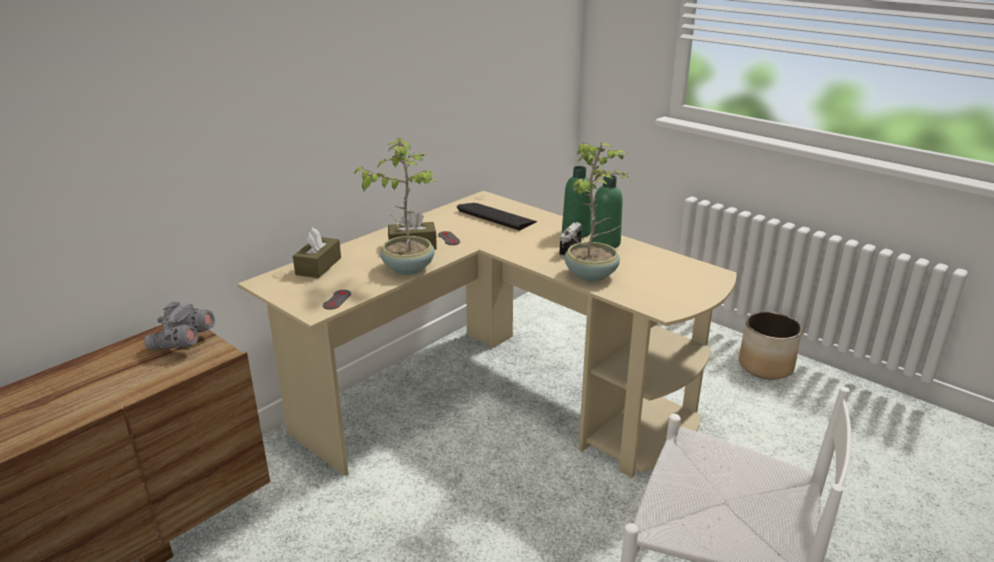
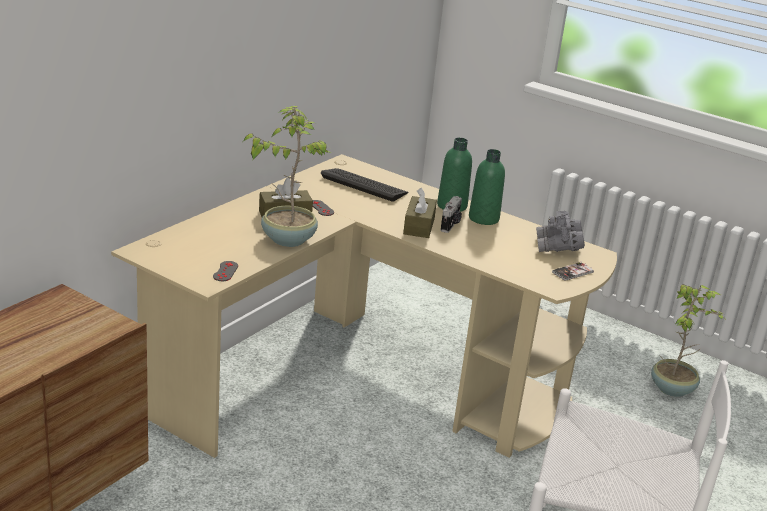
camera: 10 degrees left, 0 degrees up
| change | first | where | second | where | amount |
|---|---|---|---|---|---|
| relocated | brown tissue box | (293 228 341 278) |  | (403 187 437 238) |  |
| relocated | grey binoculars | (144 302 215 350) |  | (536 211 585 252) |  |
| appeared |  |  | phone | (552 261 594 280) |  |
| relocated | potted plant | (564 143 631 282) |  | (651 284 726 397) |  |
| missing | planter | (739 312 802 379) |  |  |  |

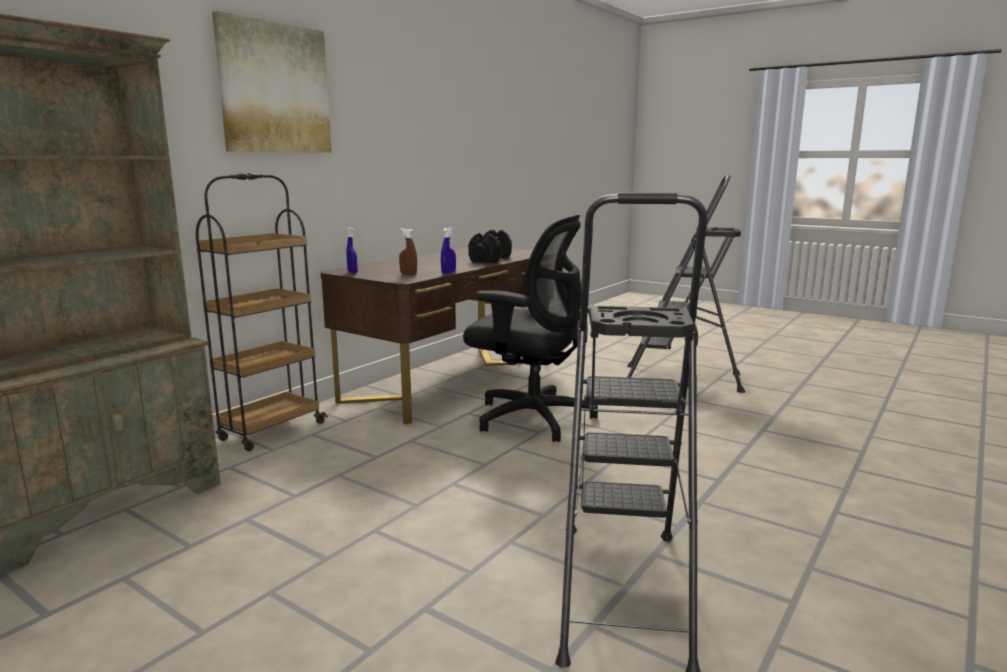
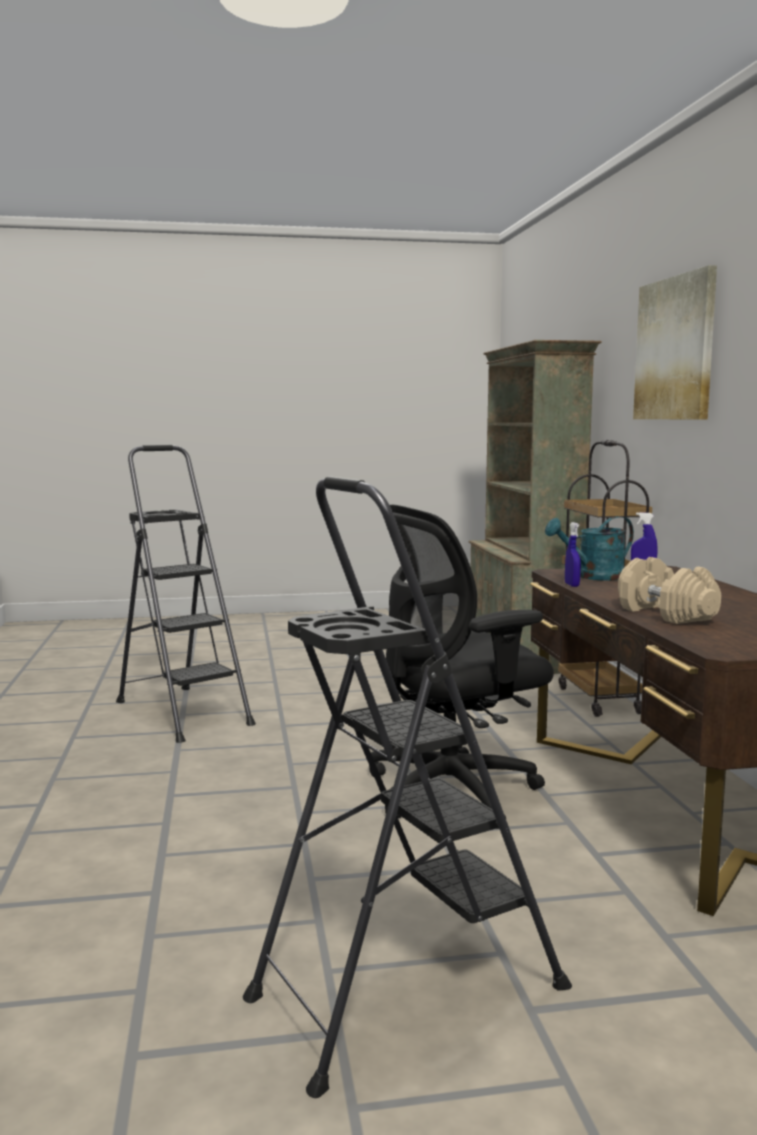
camera: 135 degrees right, 5 degrees down
| change | first | where | second | where | amount |
|---|---|---|---|---|---|
| exchanged | brown spray bottle | (399 228 417 275) | turquoise watering can | (545 516 634 581) |  |
| colour | black dumbbell | (468 230 512 263) | beige dumbbell | (618 557 721 624) |  |

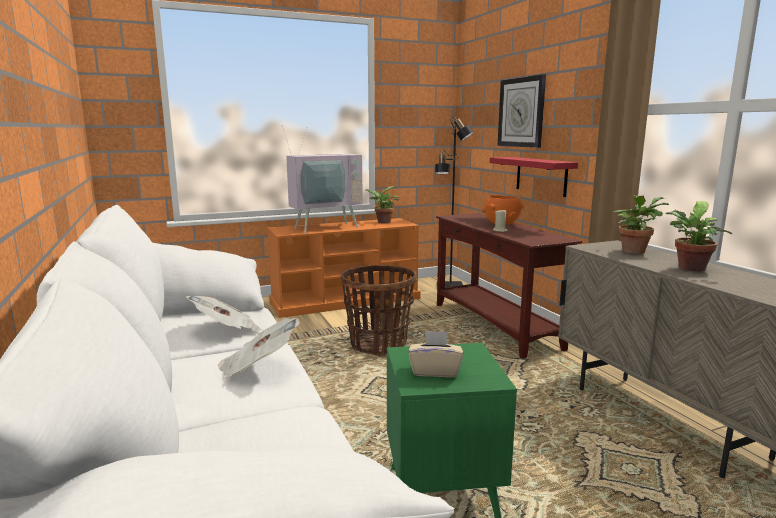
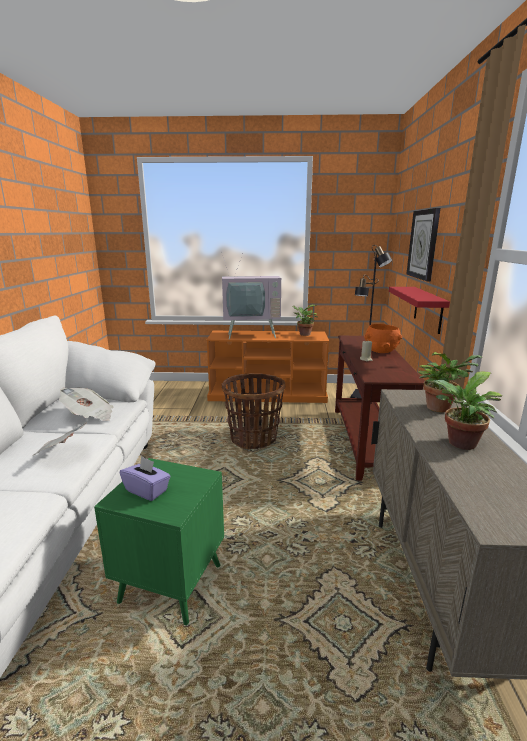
camera: 25 degrees right, 5 degrees up
| change | first | where | second | where | amount |
|---|---|---|---|---|---|
| colour | beige tissue box | (408 330 464 377) | purple tissue box | (120 456 171 501) |  |

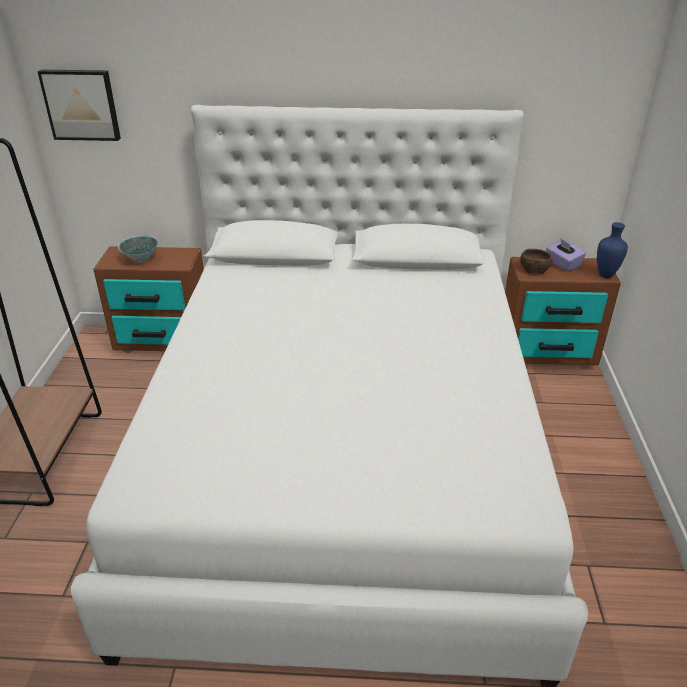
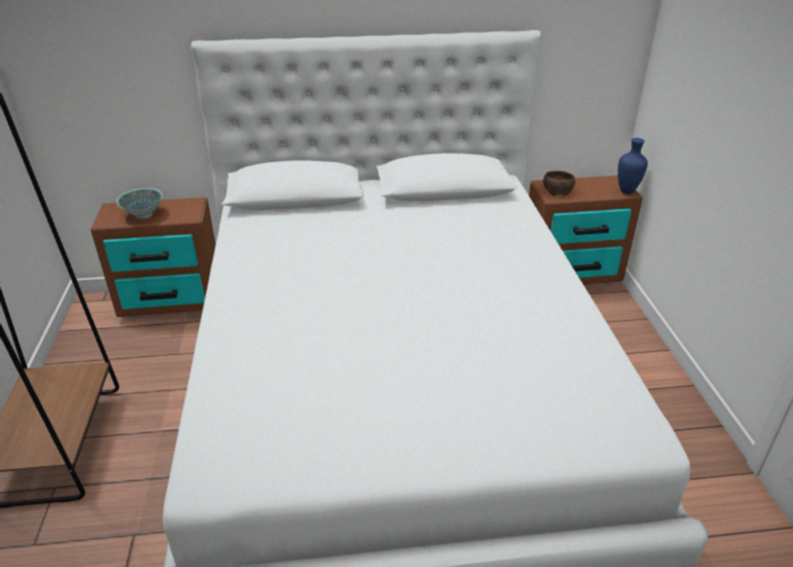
camera: 10 degrees left, 0 degrees up
| change | first | where | second | where | amount |
|---|---|---|---|---|---|
| missing | picture | (37 70 121 141) |  |  |  |
| missing | purple tissue box | (546 238 586 271) |  |  |  |

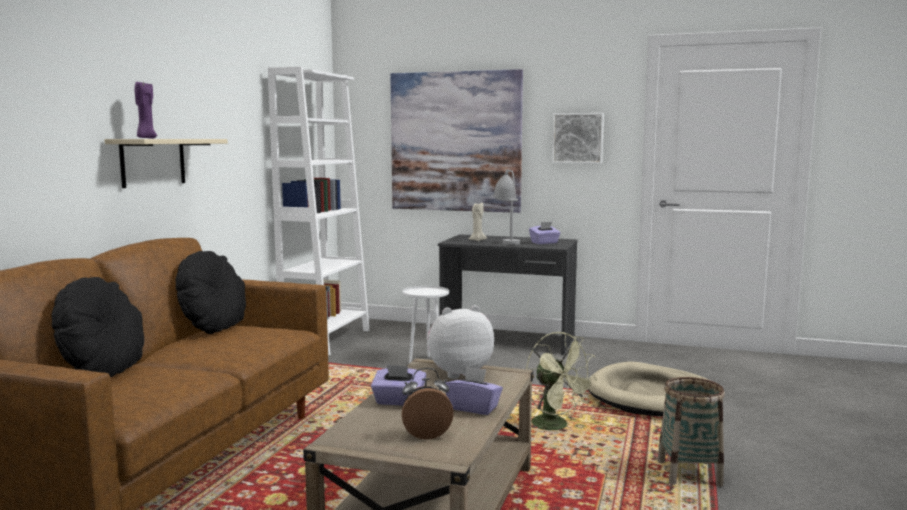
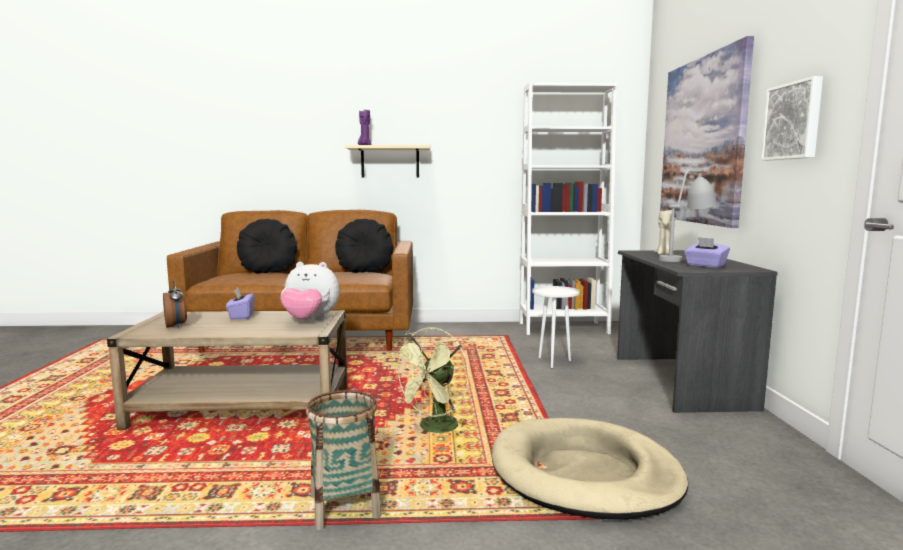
camera: 70 degrees right, 0 degrees up
| change | first | where | second | where | amount |
|---|---|---|---|---|---|
| spun | plush toy | (427 305 494 379) |  | (280 262 339 320) | 135 degrees clockwise |
| missing | purple tissue box | (445 366 503 415) |  |  |  |

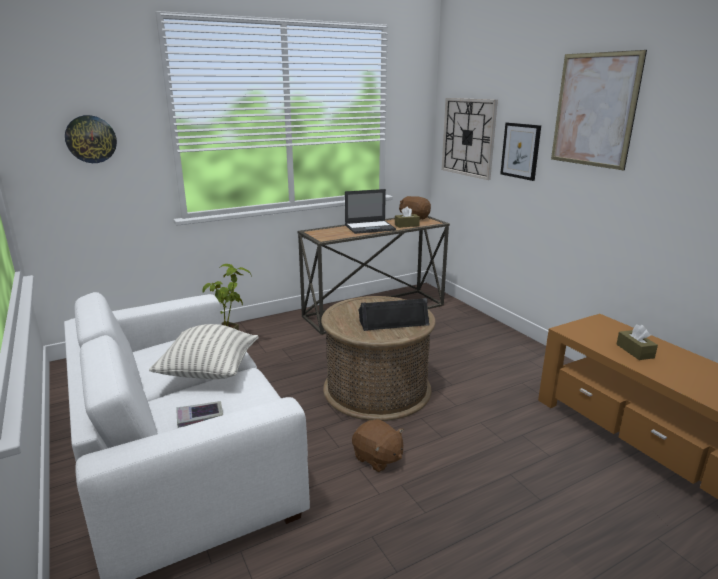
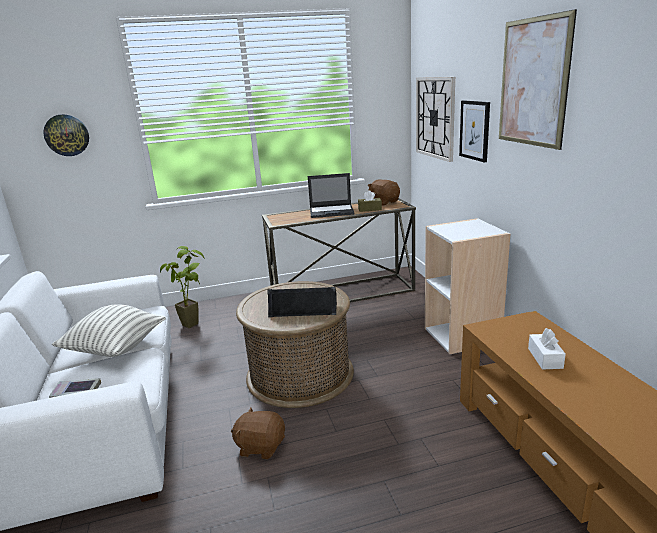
camera: 15 degrees right, 0 degrees up
| change | first | where | second | where | amount |
|---|---|---|---|---|---|
| spun | brown plush toy | (352 419 404 472) |  | (231 407 285 460) | 135 degrees clockwise |
| appeared |  |  | bookcase | (425 218 510 354) |  |
| colour | brown tissue box | (617 324 658 360) | white tissue box | (528 328 566 370) |  |

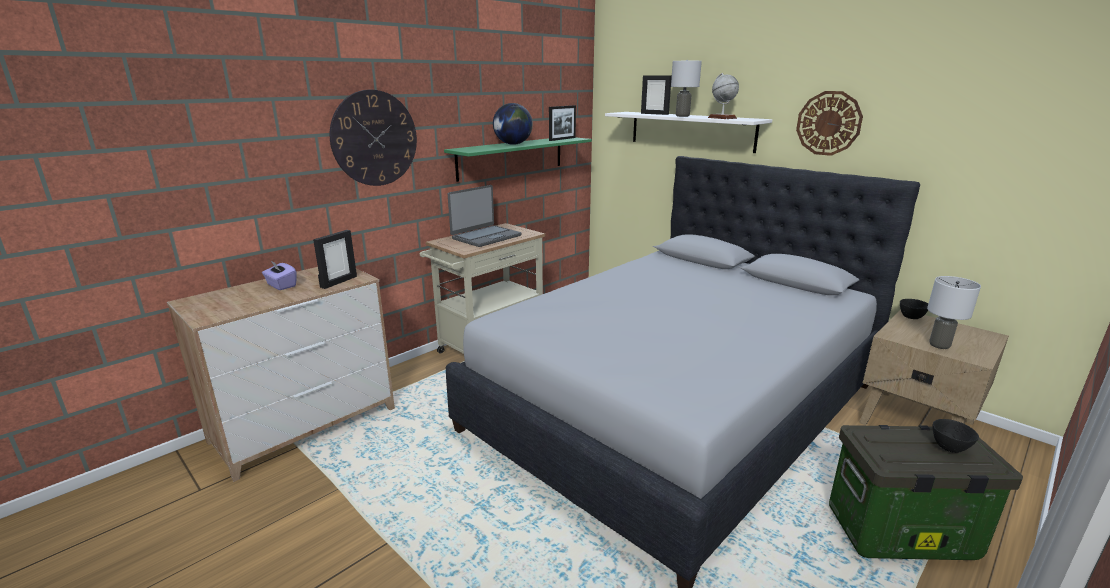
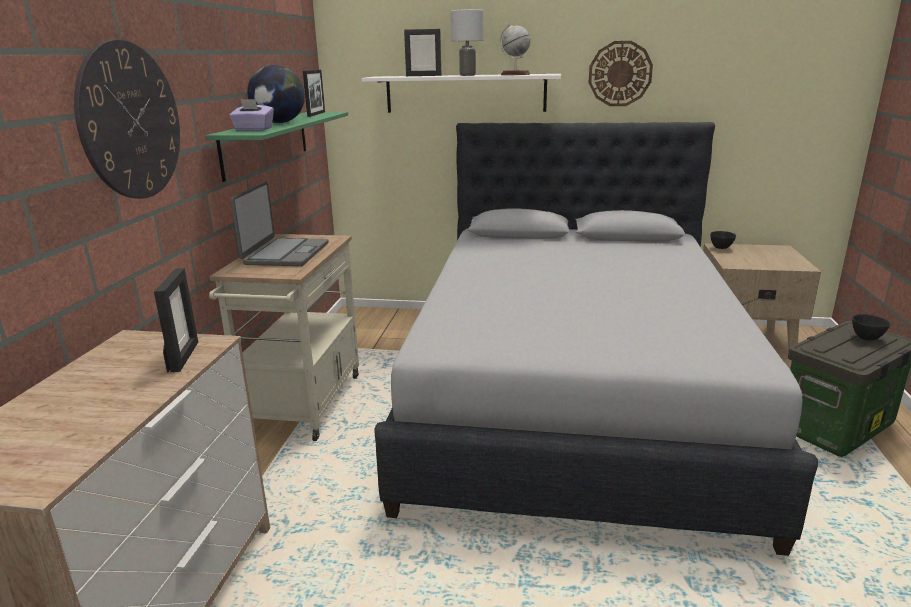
camera: 35 degrees left, 0 degrees up
| change | first | where | second | where | amount |
|---|---|---|---|---|---|
| relocated | purple tissue box | (262 261 297 290) |  | (229 99 274 131) |  |
| missing | white table lamp | (927 276 981 349) |  |  |  |

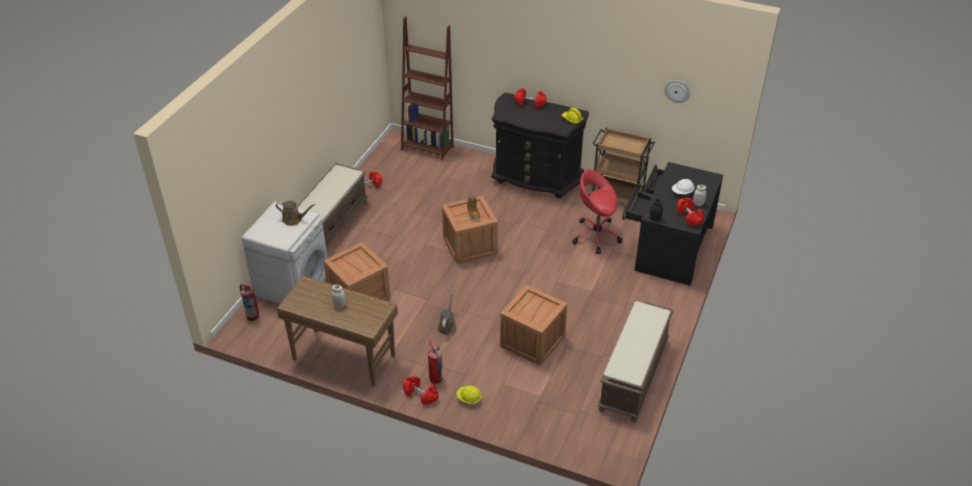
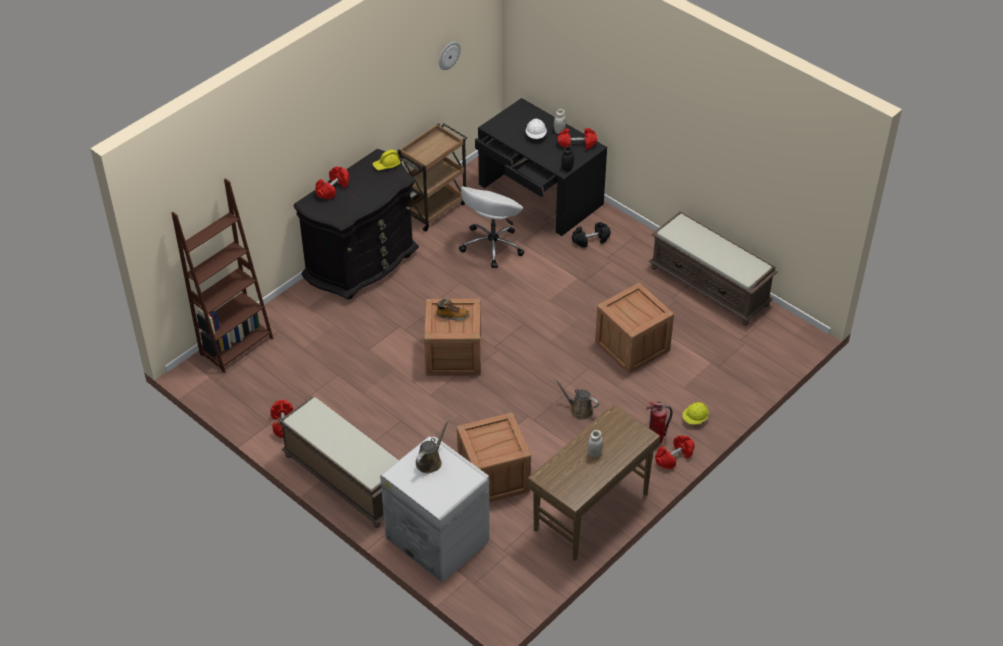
camera: 70 degrees left, 5 degrees up
| change | first | where | second | where | amount |
|---|---|---|---|---|---|
| colour | red office chair | (572 169 622 254) | white office chair | (459 186 524 268) |  |
| appeared |  |  | black dumbbell | (572 222 611 248) |  |
| missing | fire extinguisher | (240 284 259 321) |  |  |  |

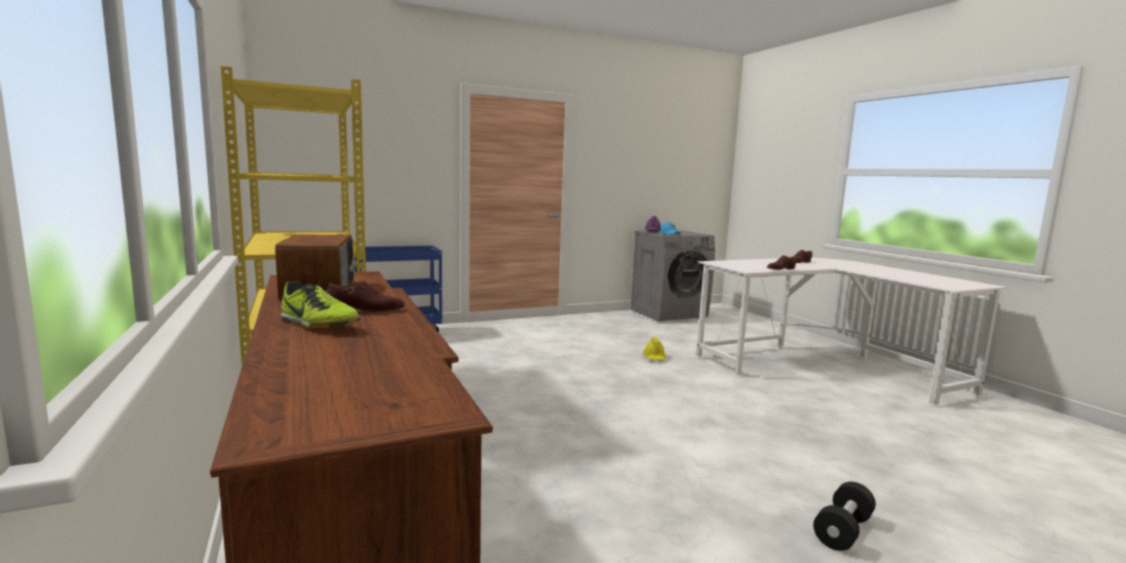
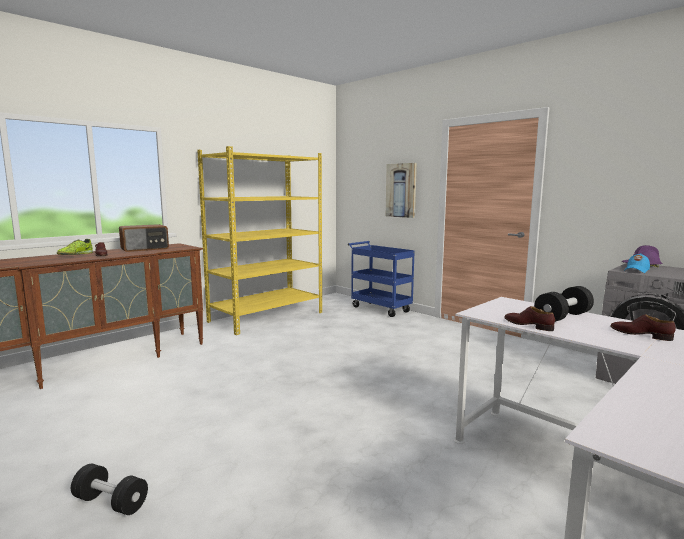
camera: 70 degrees right, 0 degrees up
| change | first | where | second | where | amount |
|---|---|---|---|---|---|
| appeared |  |  | picture | (386 163 417 218) |  |
| appeared |  |  | black dumbbell | (534 286 594 322) |  |
| missing | yellow hard hat | (643 337 666 360) |  |  |  |

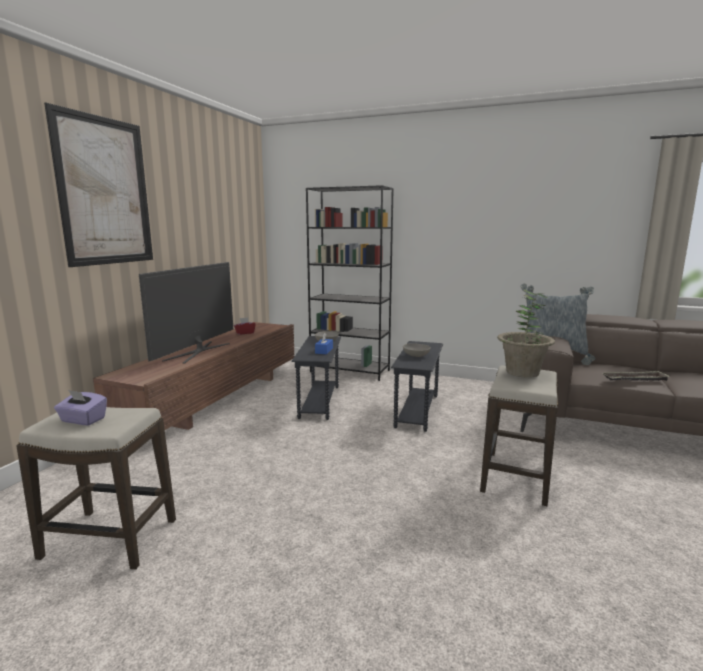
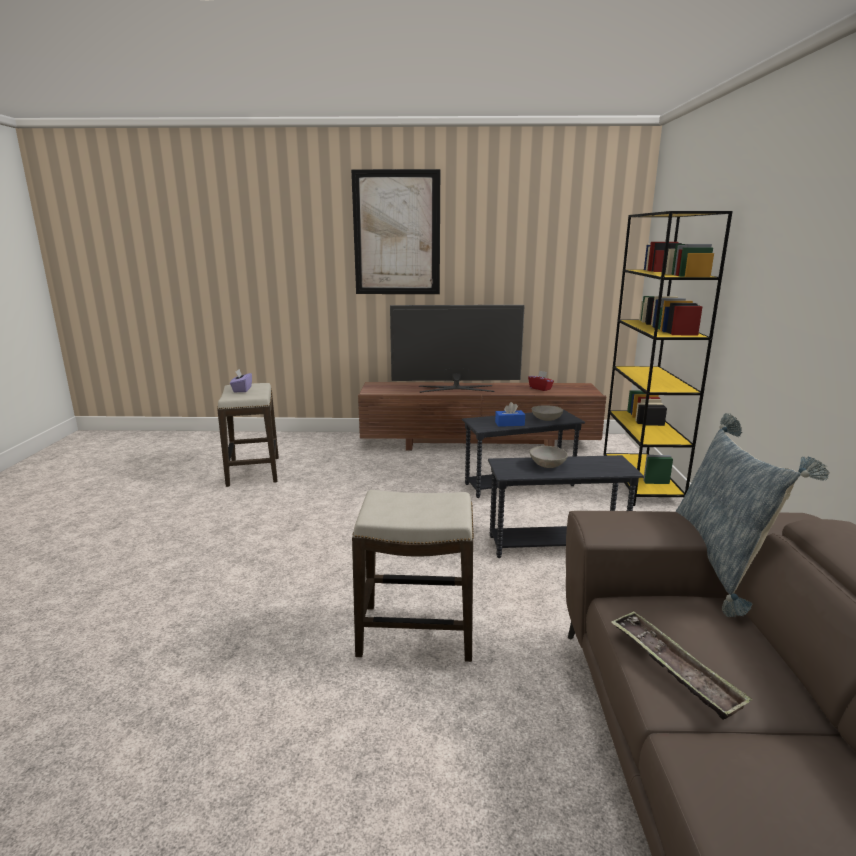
camera: 70 degrees right, 5 degrees up
| change | first | where | second | where | amount |
|---|---|---|---|---|---|
| colour | grey bookcase | (306 185 394 381) | yellow bookcase | (603 211 733 506) |  |
| missing | potted plant | (497 289 555 378) |  |  |  |

